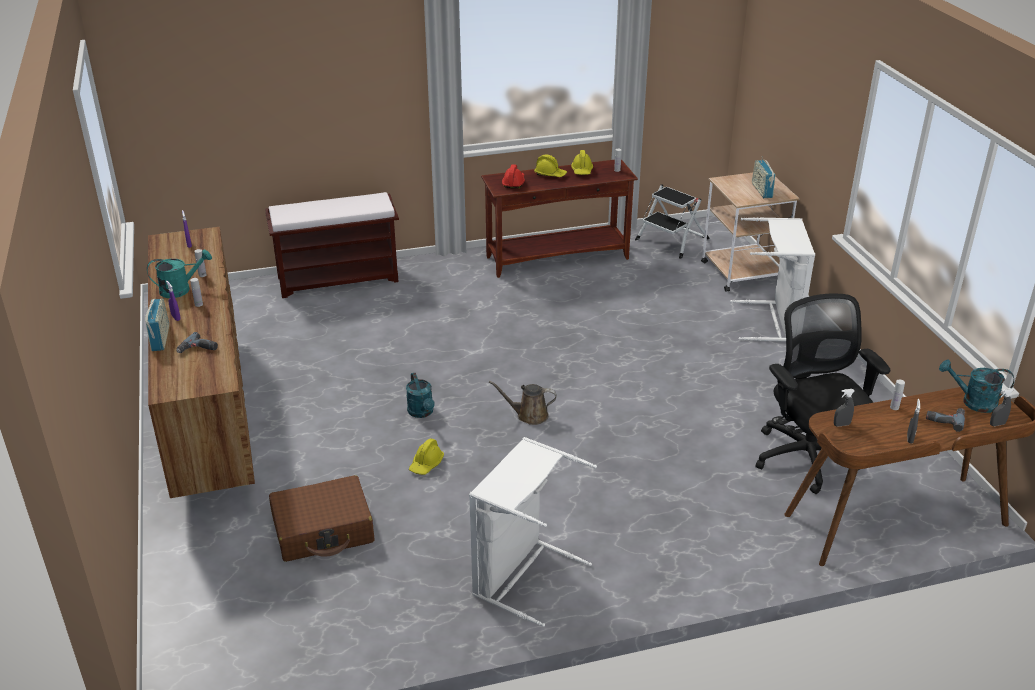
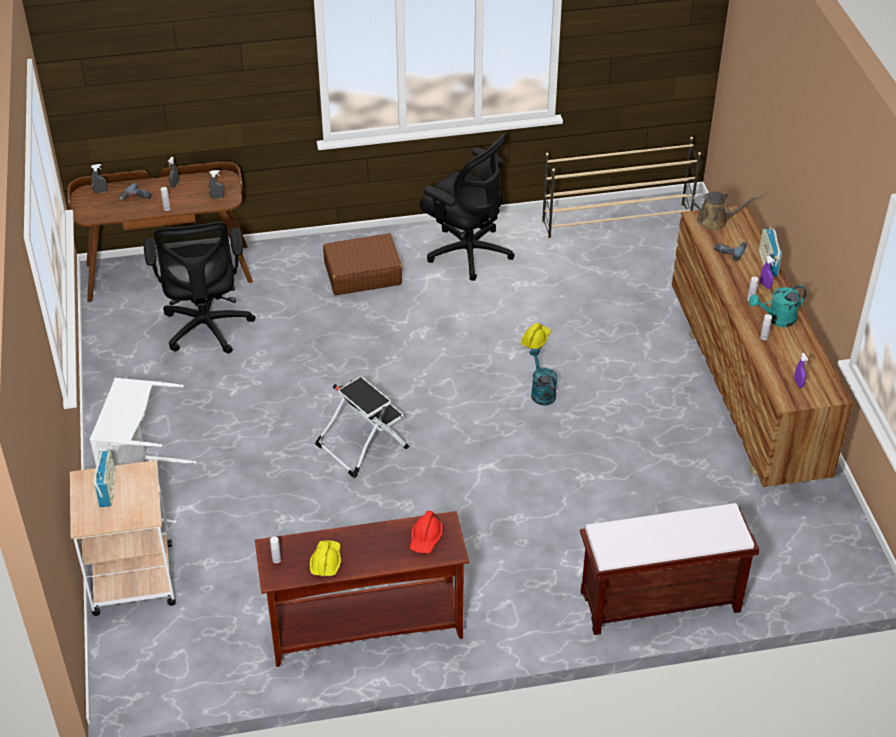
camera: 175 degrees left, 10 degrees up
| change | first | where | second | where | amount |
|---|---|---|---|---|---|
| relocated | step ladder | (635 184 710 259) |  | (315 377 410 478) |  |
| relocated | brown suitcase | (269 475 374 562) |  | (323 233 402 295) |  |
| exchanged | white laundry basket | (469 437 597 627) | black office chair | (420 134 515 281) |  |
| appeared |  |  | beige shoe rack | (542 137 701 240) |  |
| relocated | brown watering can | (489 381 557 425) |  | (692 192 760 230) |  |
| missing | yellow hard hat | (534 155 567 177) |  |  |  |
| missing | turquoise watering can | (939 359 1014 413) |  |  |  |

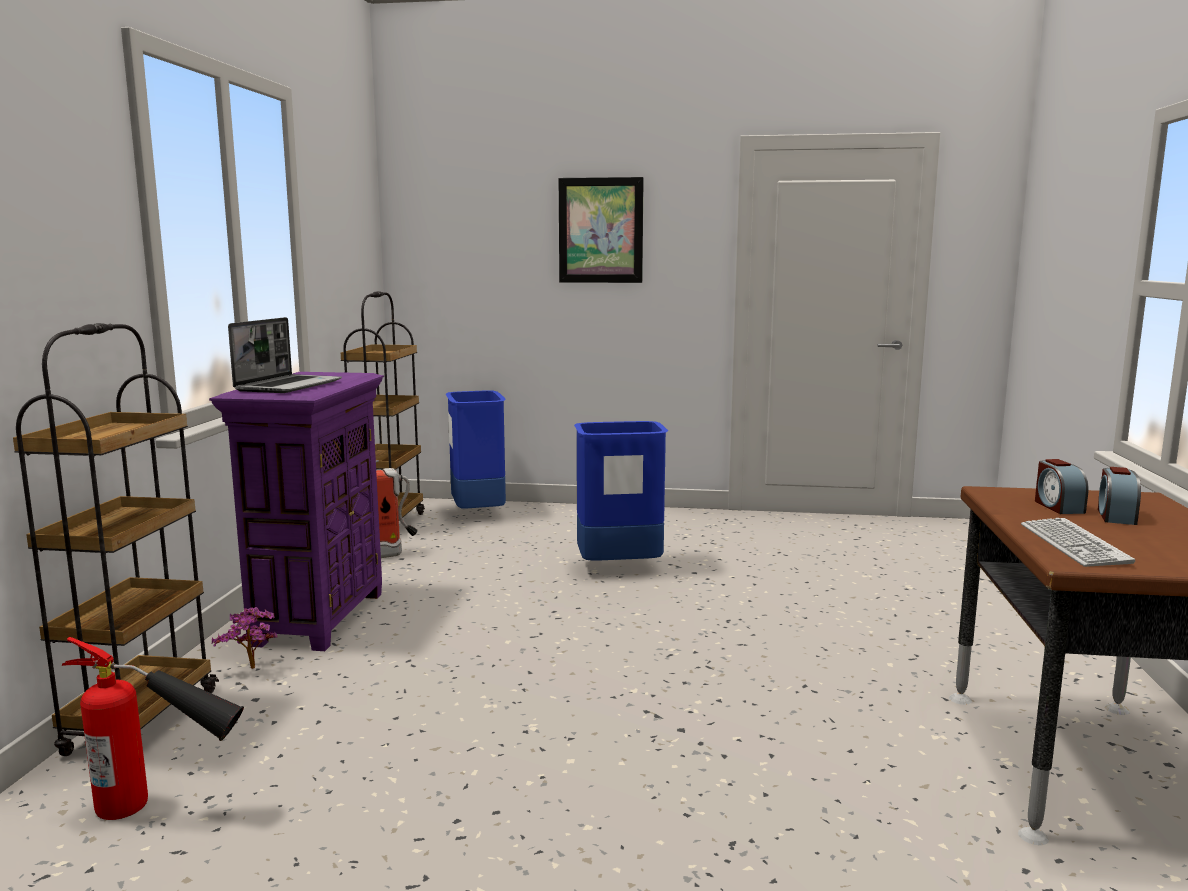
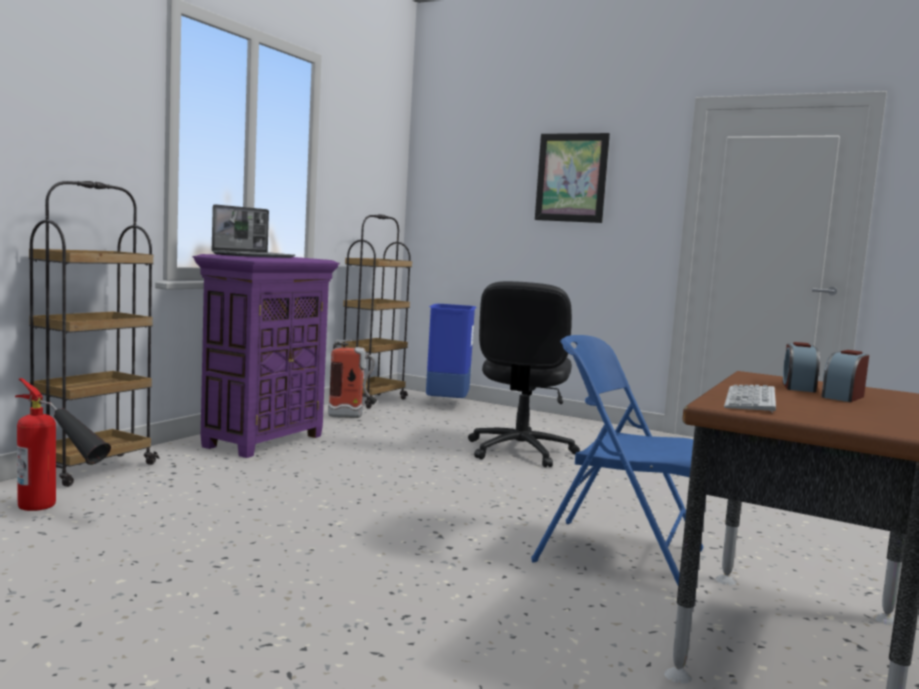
camera: 20 degrees right, 5 degrees down
| change | first | where | second | where | amount |
|---|---|---|---|---|---|
| exchanged | blue trash can | (574 421 668 560) | black office chair | (468 281 580 467) |  |
| appeared |  |  | blue chair | (531 335 704 585) |  |
| missing | potted plant | (211 607 277 669) |  |  |  |

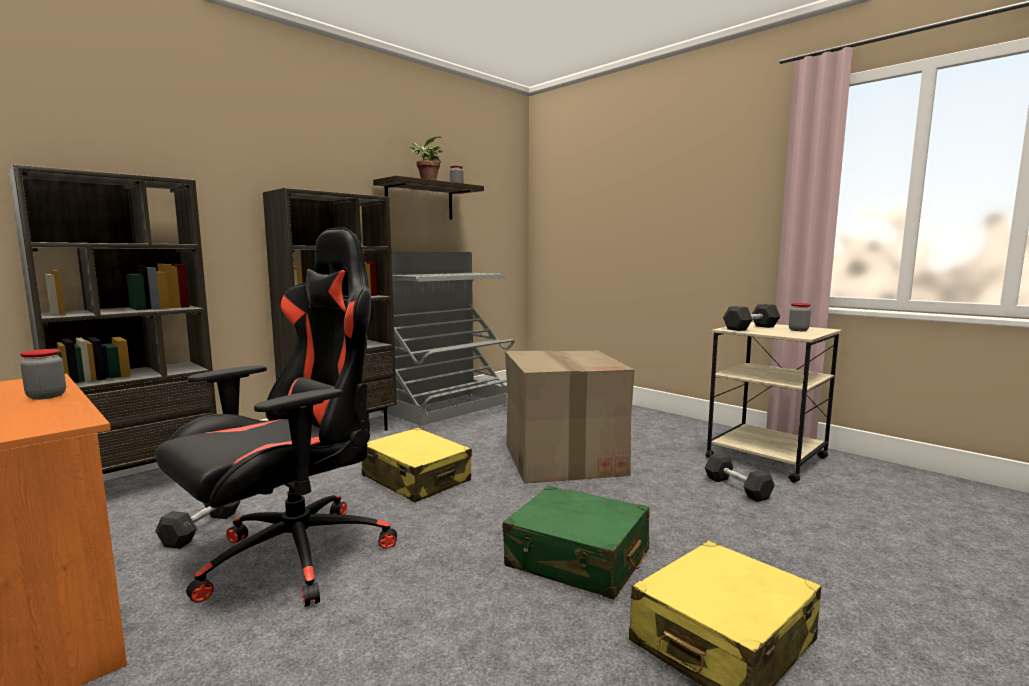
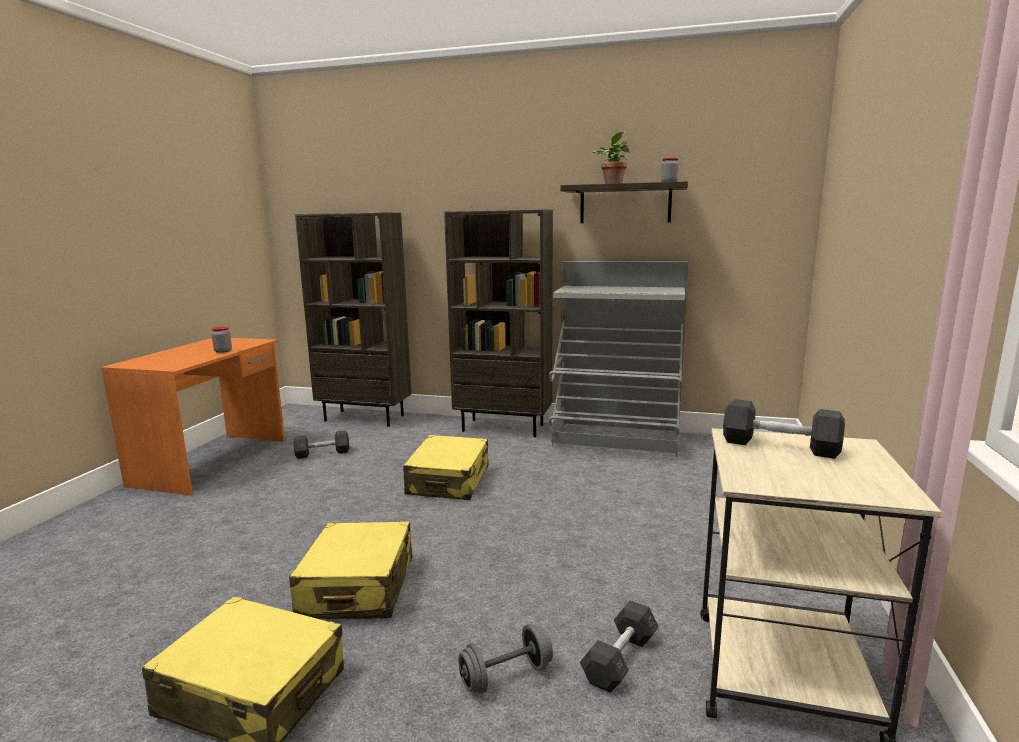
camera: 60 degrees right, 5 degrees up
| change | first | where | second | where | amount |
|---|---|---|---|---|---|
| colour | green suitcase | (503 486 650 599) | yellow suitcase | (289 521 412 619) |  |
| appeared |  |  | grey dumbbell | (458 624 553 694) |  |
| missing | black office chair | (155 227 397 607) |  |  |  |
| missing | cardboard box | (505 350 635 484) |  |  |  |
| missing | jar | (789 303 811 331) |  |  |  |

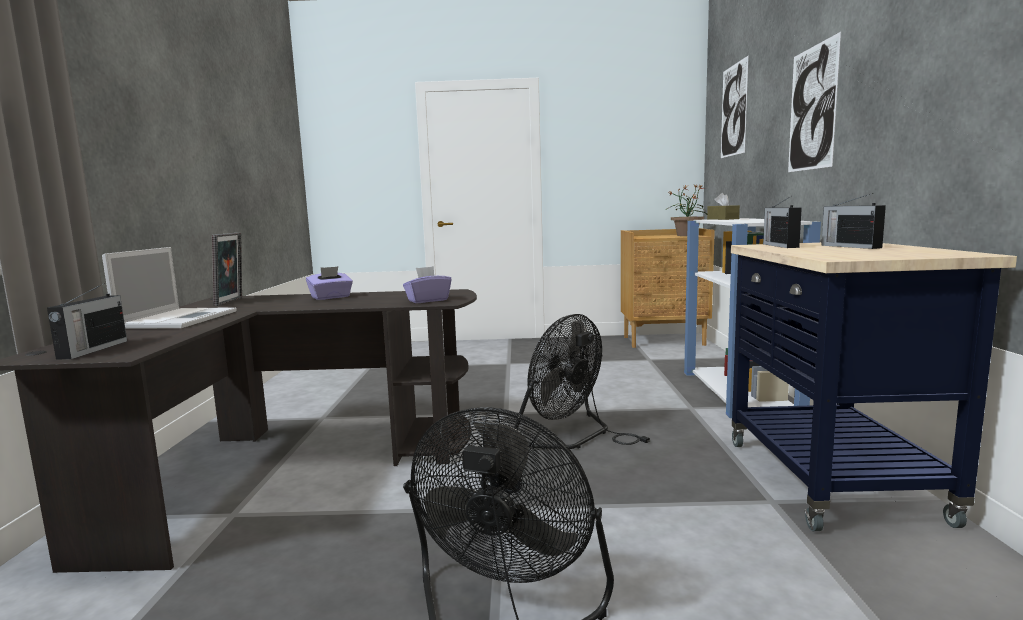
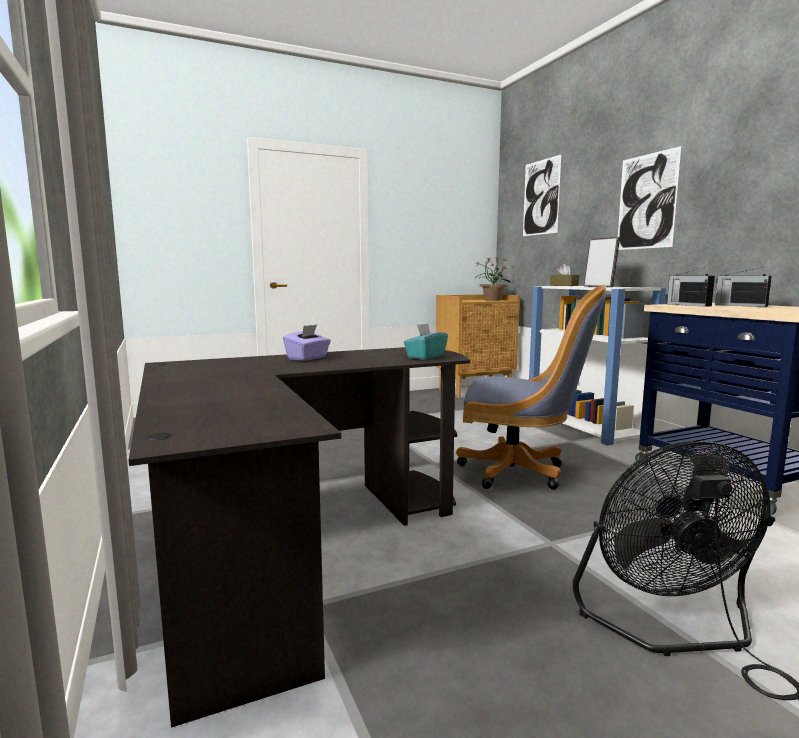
camera: 25 degrees left, 0 degrees up
| change | first | where | second | where | amount |
|---|---|---|---|---|---|
| colour | purple tissue box | (403 266 451 303) | turquoise tissue box | (404 323 448 360) |  |
| exchanged | black fan | (515 314 650 449) | blue office chair | (456 285 606 490) |  |
| relocated | picture frame | (212 233 242 306) |  | (584 237 620 287) |  |
| missing | radio | (47 283 127 359) |  |  |  |
| missing | laptop | (102 247 237 329) |  |  |  |

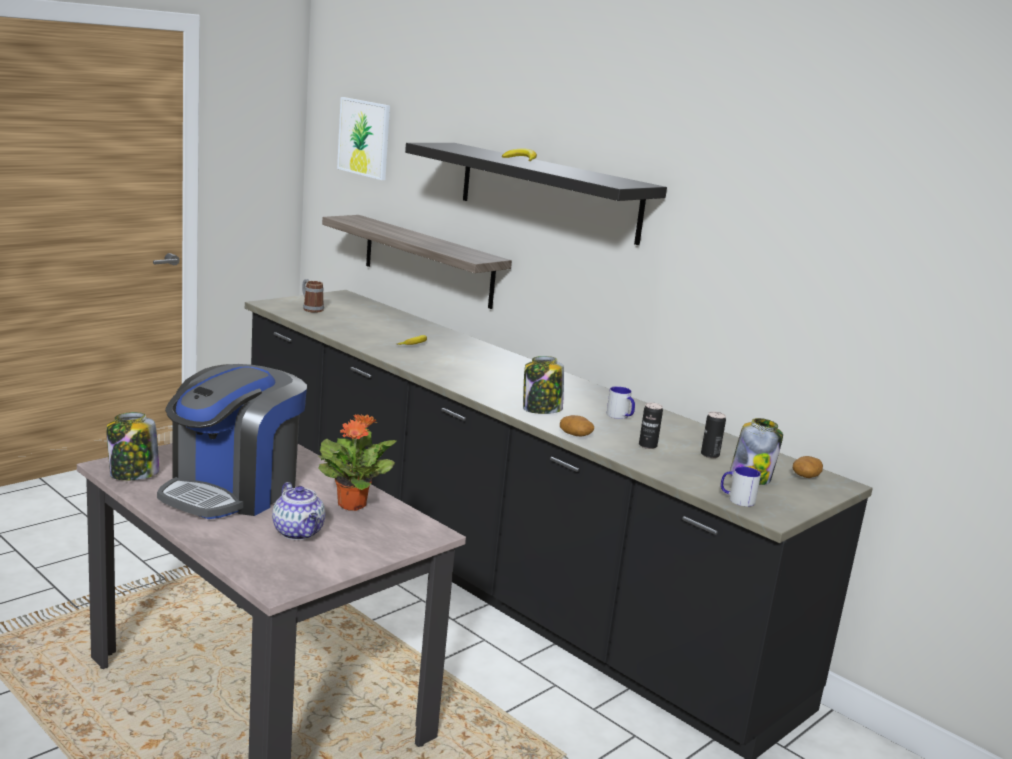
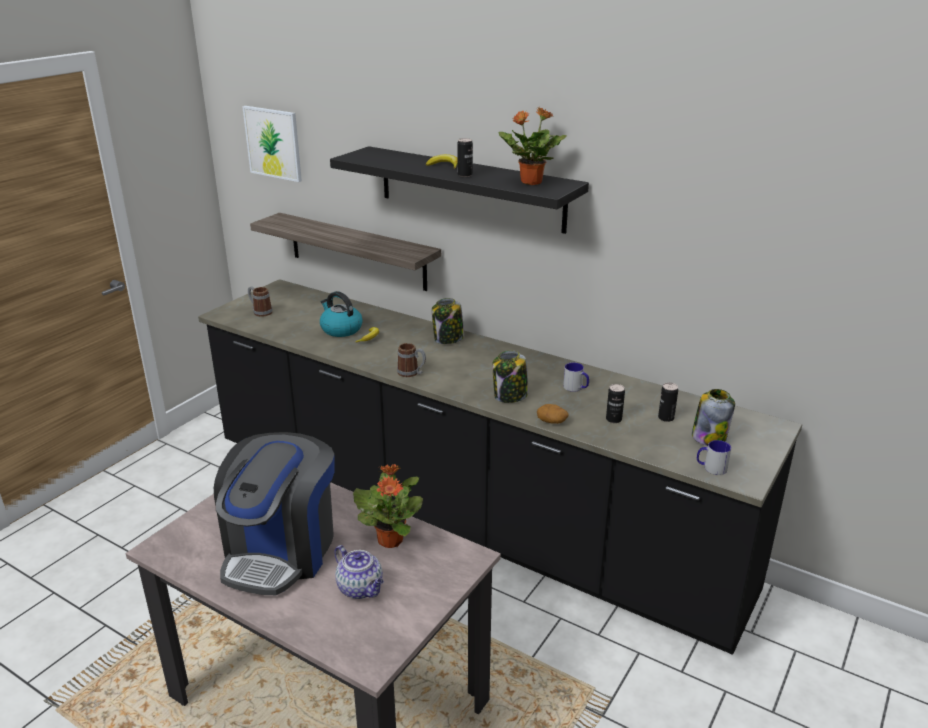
camera: 10 degrees left, 10 degrees up
| change | first | where | second | where | amount |
|---|---|---|---|---|---|
| appeared |  |  | kettle | (320 291 363 337) |  |
| appeared |  |  | mug | (397 343 426 377) |  |
| relocated | jar | (106 412 160 480) |  | (432 298 464 344) |  |
| appeared |  |  | can | (457 138 473 177) |  |
| appeared |  |  | potted plant | (499 107 567 185) |  |
| missing | potato | (793 456 823 478) |  |  |  |

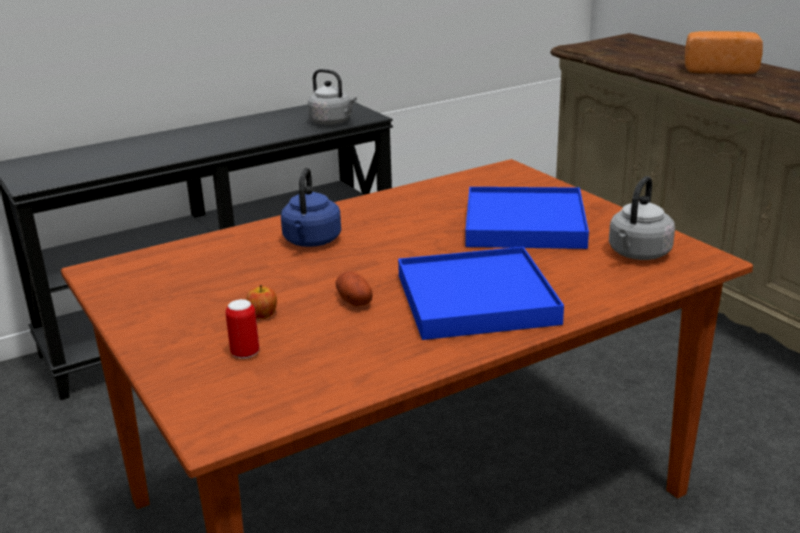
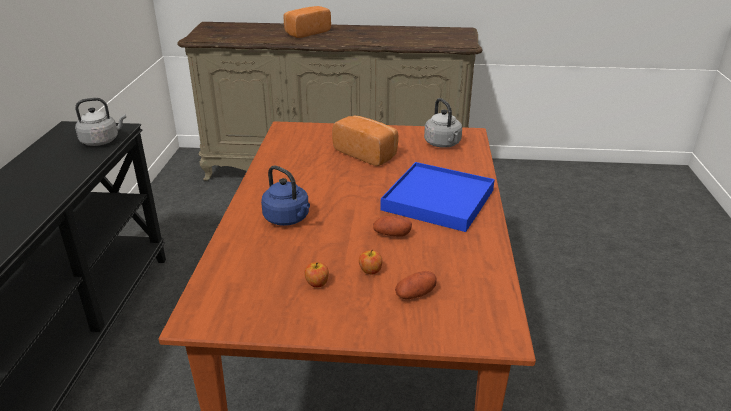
camera: 55 degrees left, 5 degrees up
| change | first | where | second | where | amount |
|---|---|---|---|---|---|
| appeared |  |  | apple | (305 262 329 287) |  |
| exchanged | blue tray | (465 187 589 249) | bread | (332 115 399 166) |  |
| exchanged | can | (225 299 259 359) | potato | (395 271 436 299) |  |

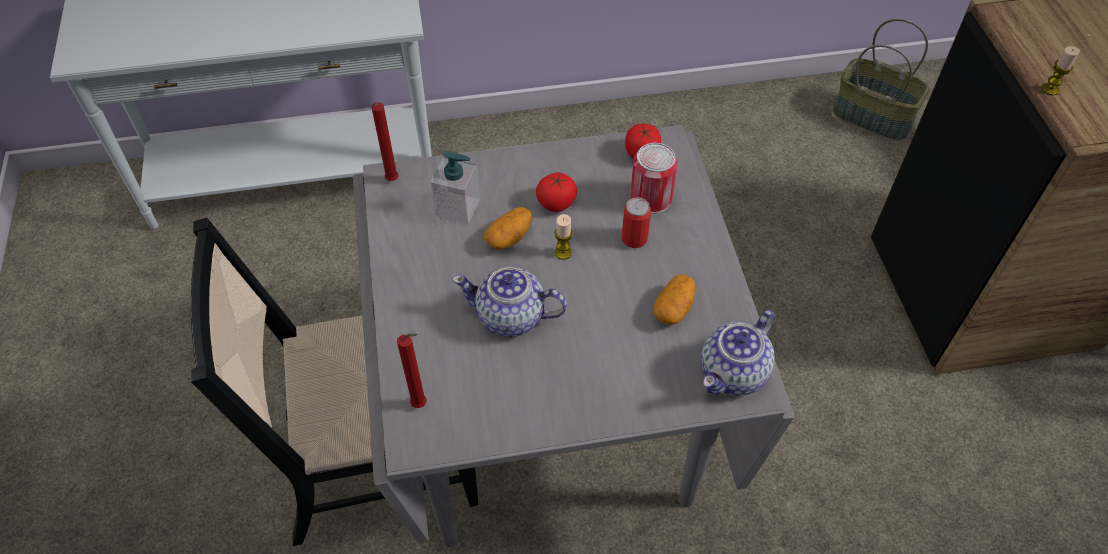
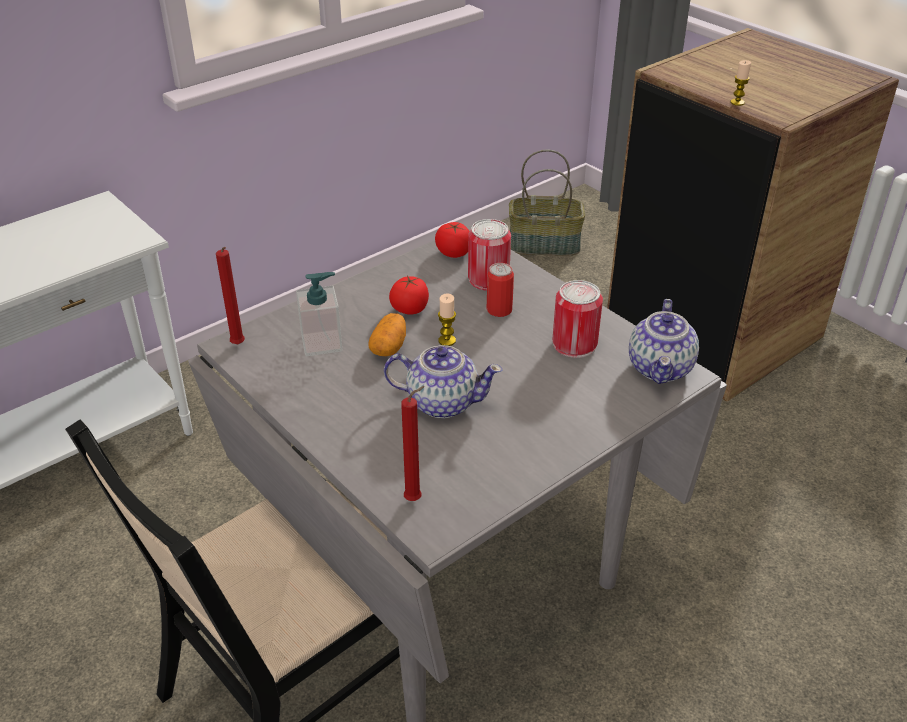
camera: 30 degrees left, 15 degrees down
| change | first | where | second | where | amount |
|---|---|---|---|---|---|
| spun | teapot | (452 267 567 337) |  | (384 345 502 418) | 150 degrees counterclockwise |
| exchanged | potato | (653 274 695 325) | can | (553 280 603 358) |  |

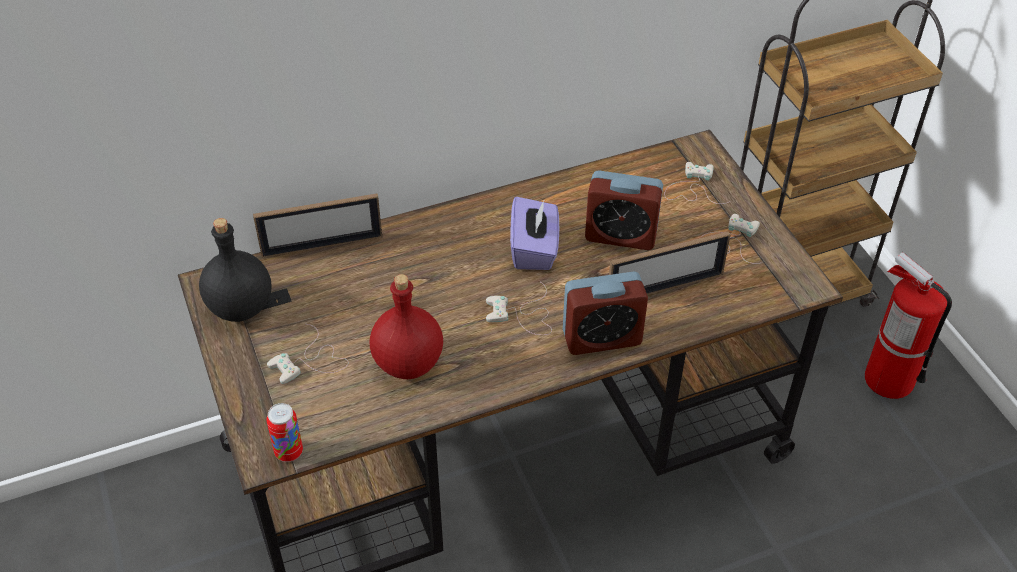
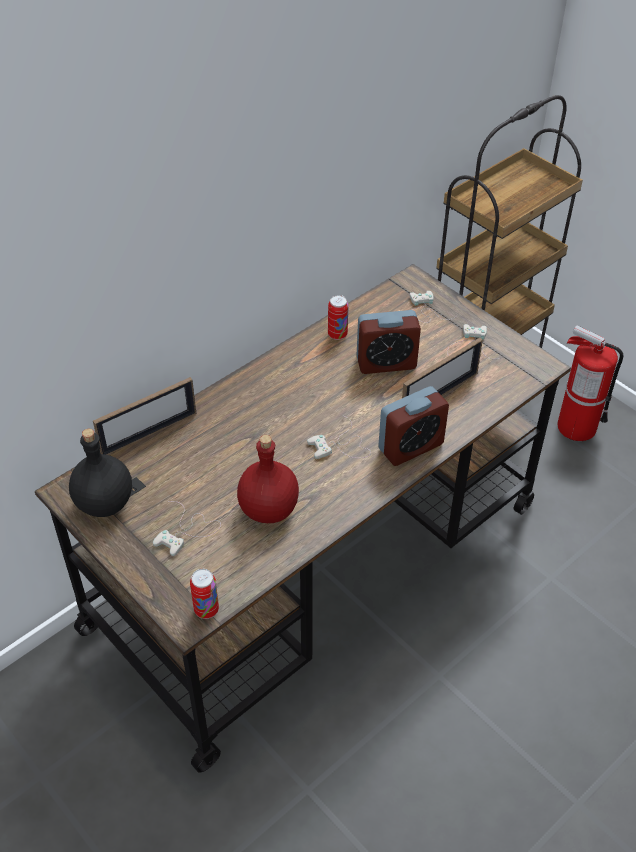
camera: 20 degrees left, 0 degrees up
| change | first | where | second | where | amount |
|---|---|---|---|---|---|
| appeared |  |  | can | (328 295 349 340) |  |
| missing | purple tissue box | (510 197 559 270) |  |  |  |

